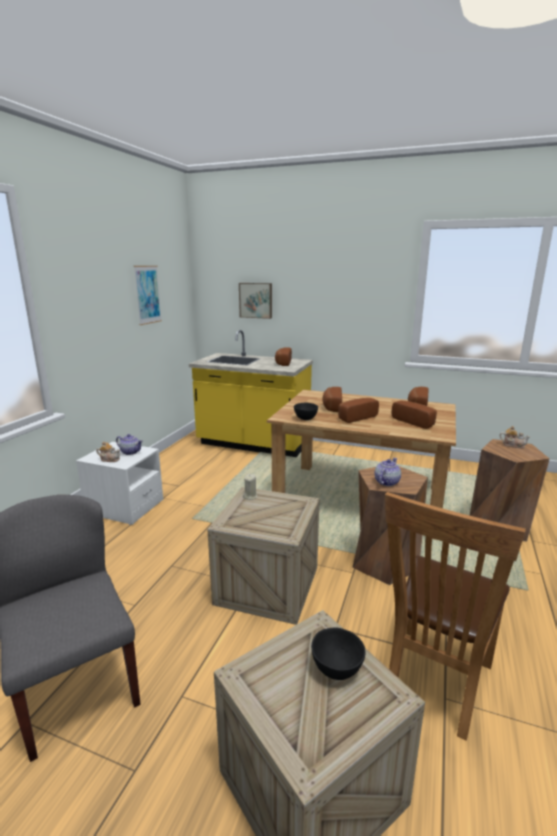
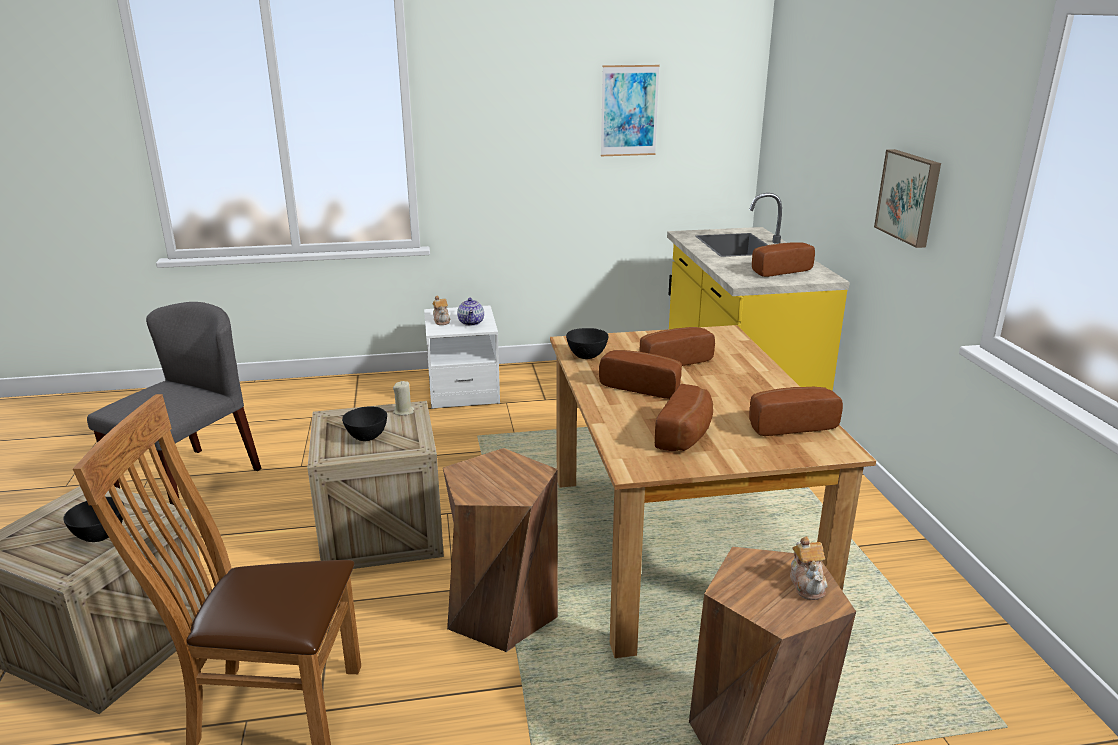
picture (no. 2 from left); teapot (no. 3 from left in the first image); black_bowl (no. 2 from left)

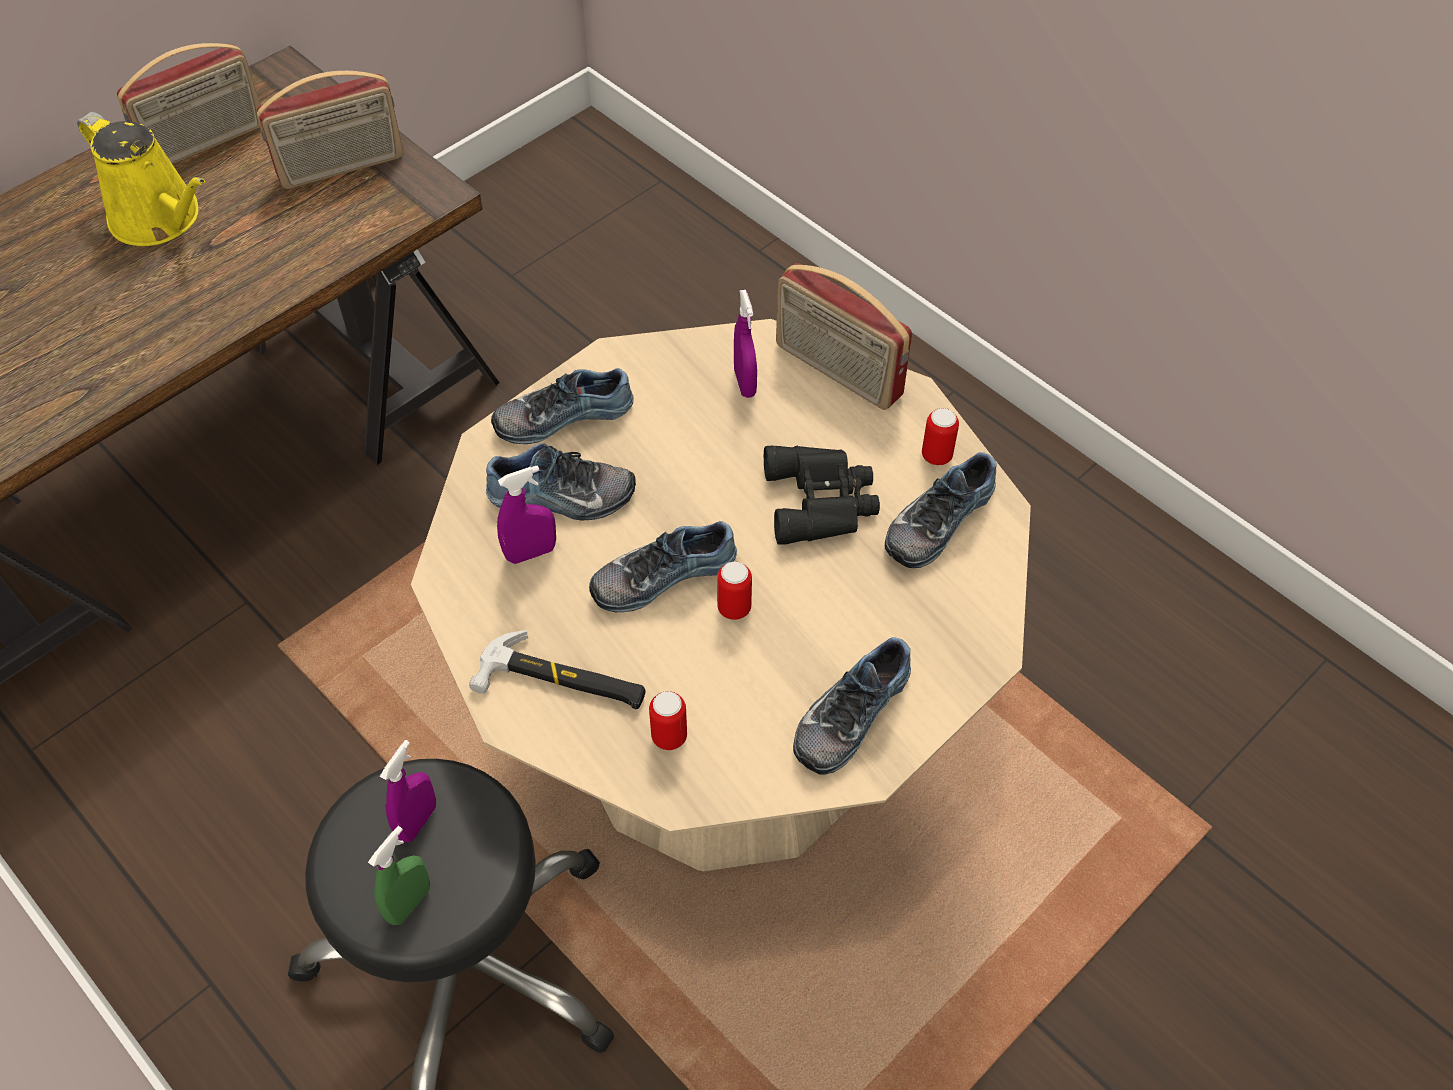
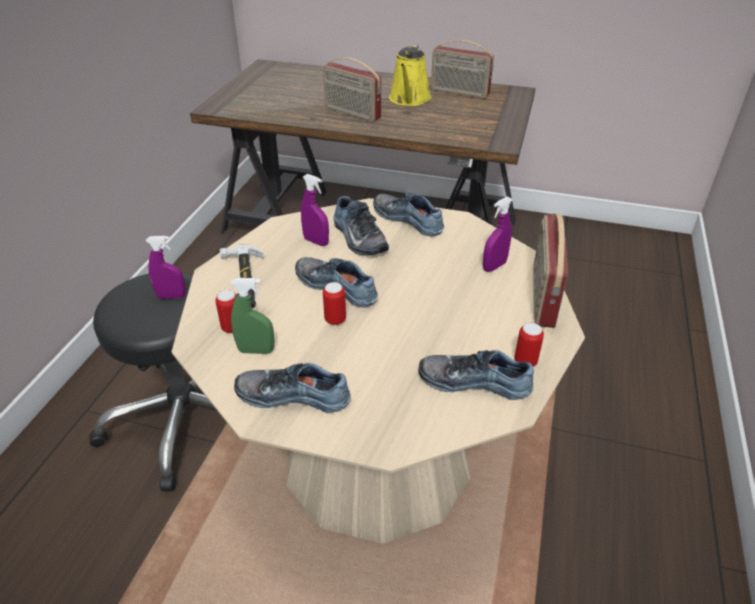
radio (no. 1 from left); green_spray_bottle; black_binoculars

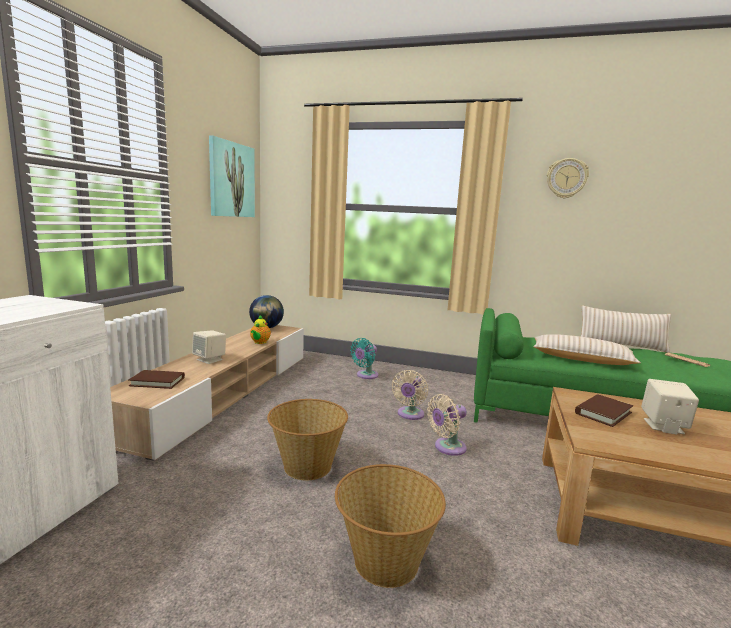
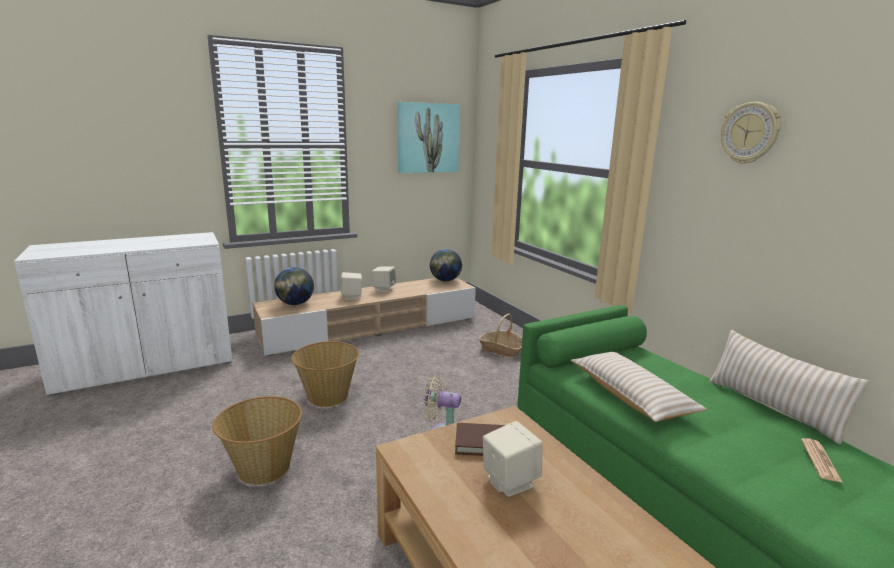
globe (no. 1 from left); teapot; basket (no. 3 from left); beige_fan (no. 1 from left in the first image); beige_speaker (no. 2 from left)

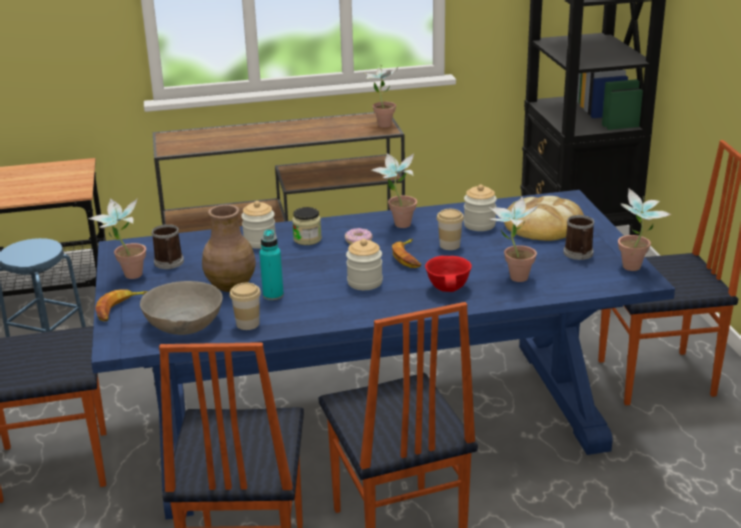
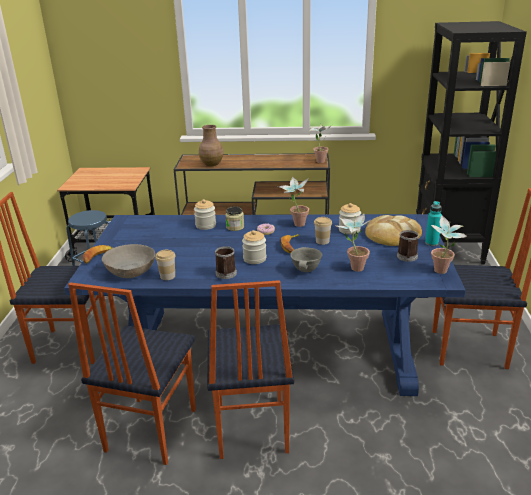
potted_plant (no. 1 from left in the first image); mug (no. 1 from left); brown_vase; turquoise_bottle; grey_bowl (no. 2 from left)

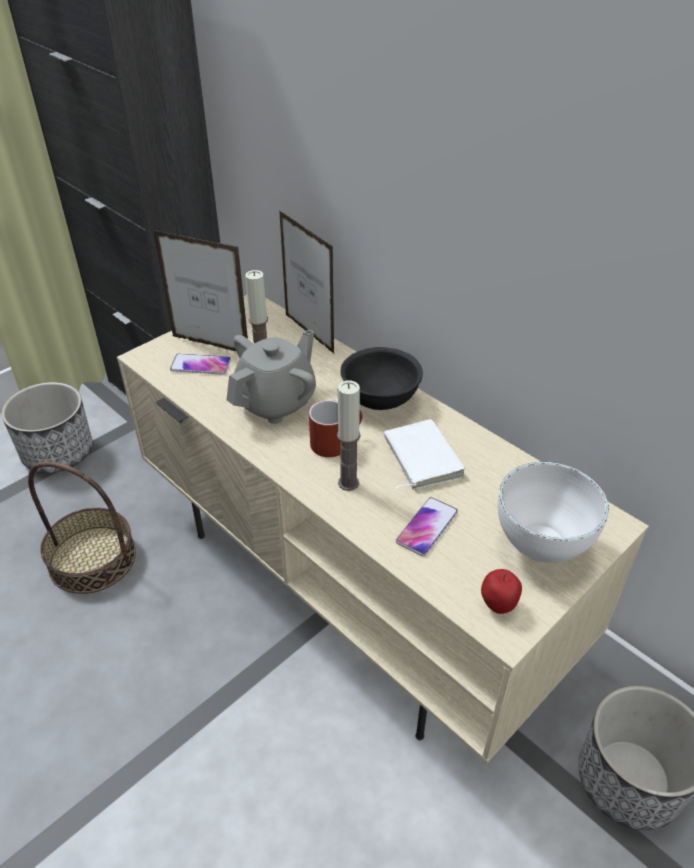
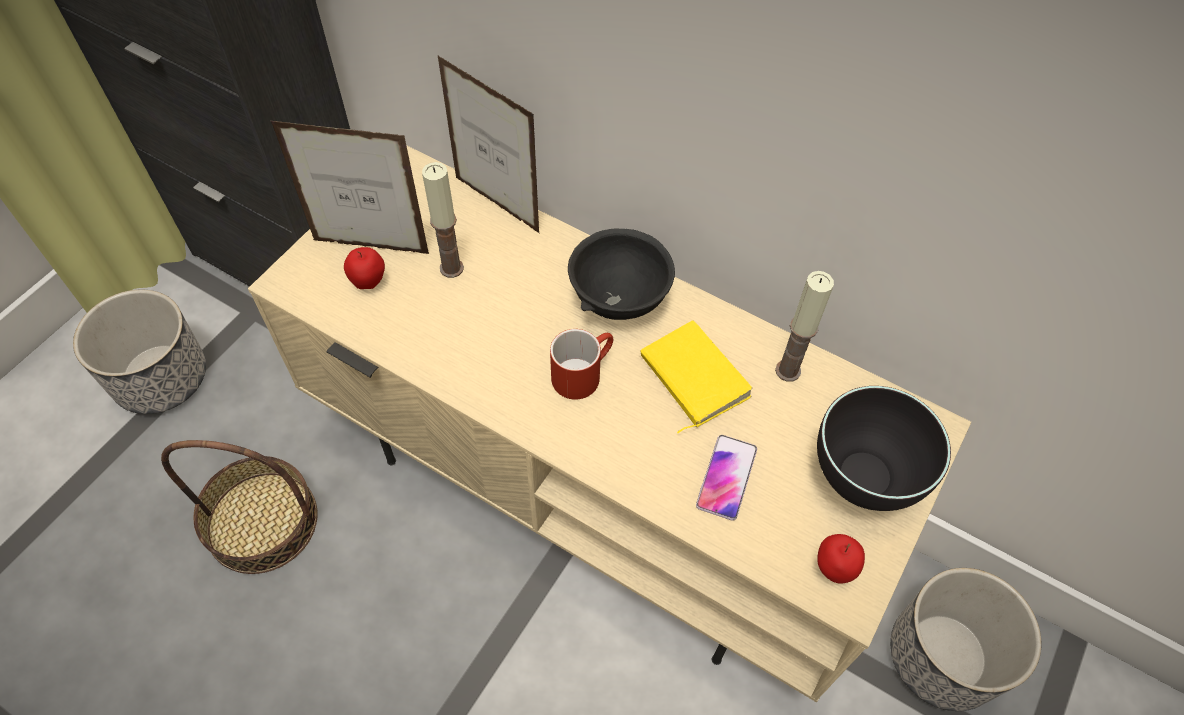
apple (no. 1 from left); grey_teapot; candle (no. 2 from left); yellow_book; black_bowl (no. 2 from left)

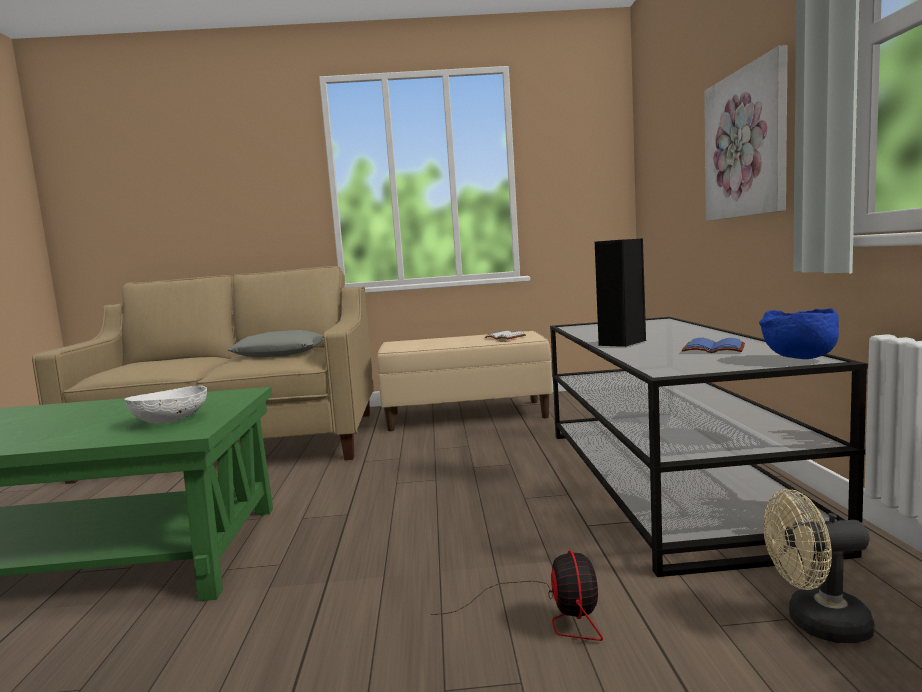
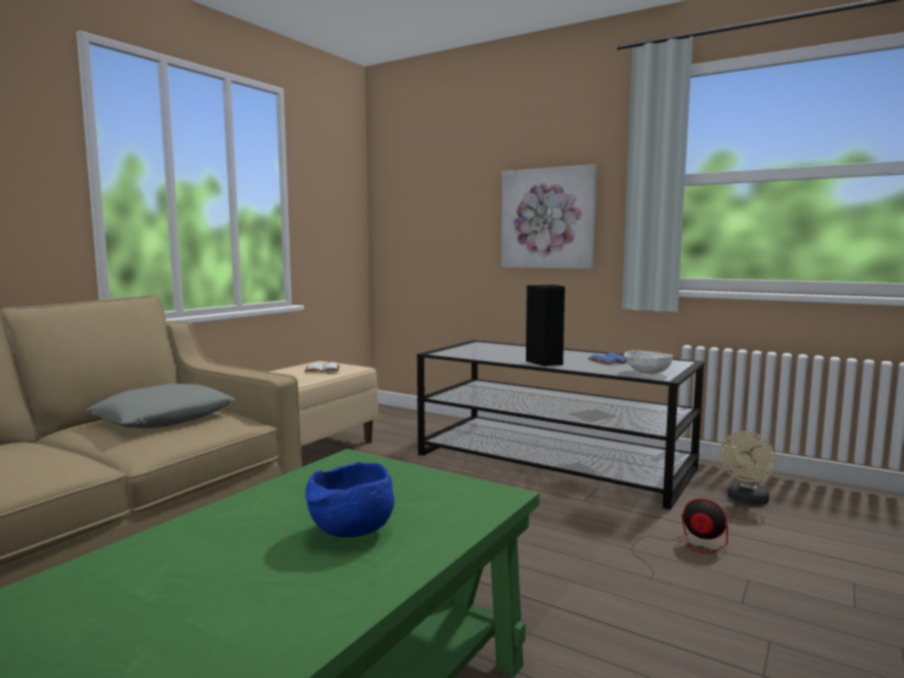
white_bowl; blue_bowl

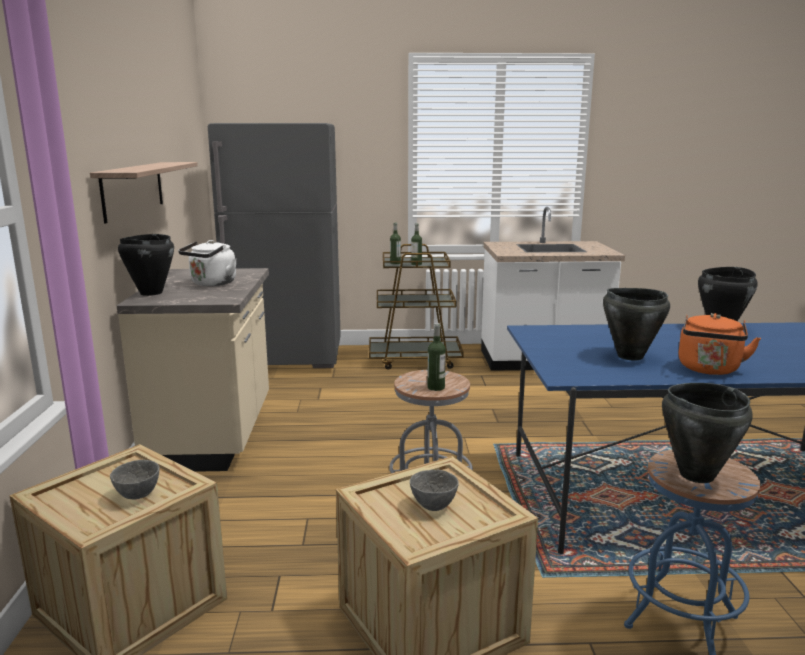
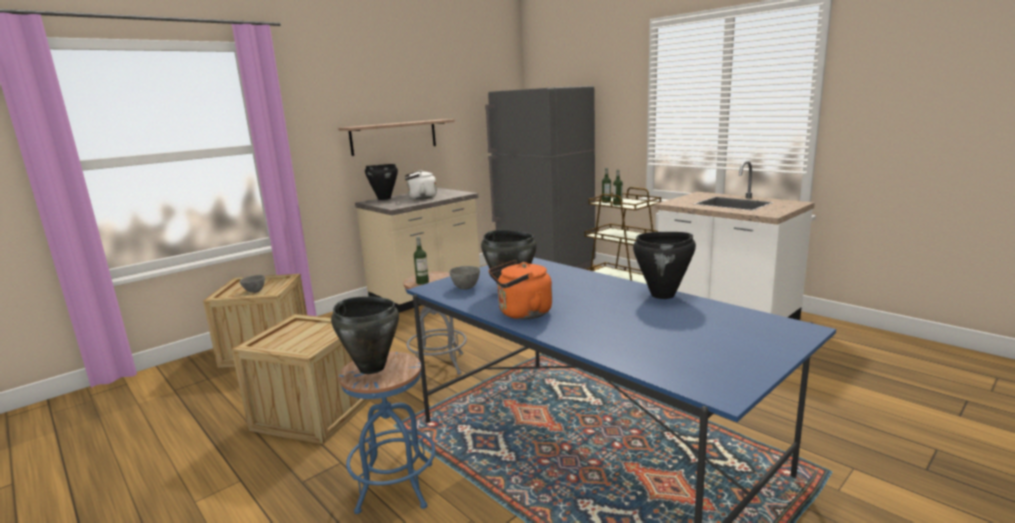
grey_bowl (no. 2 from left)

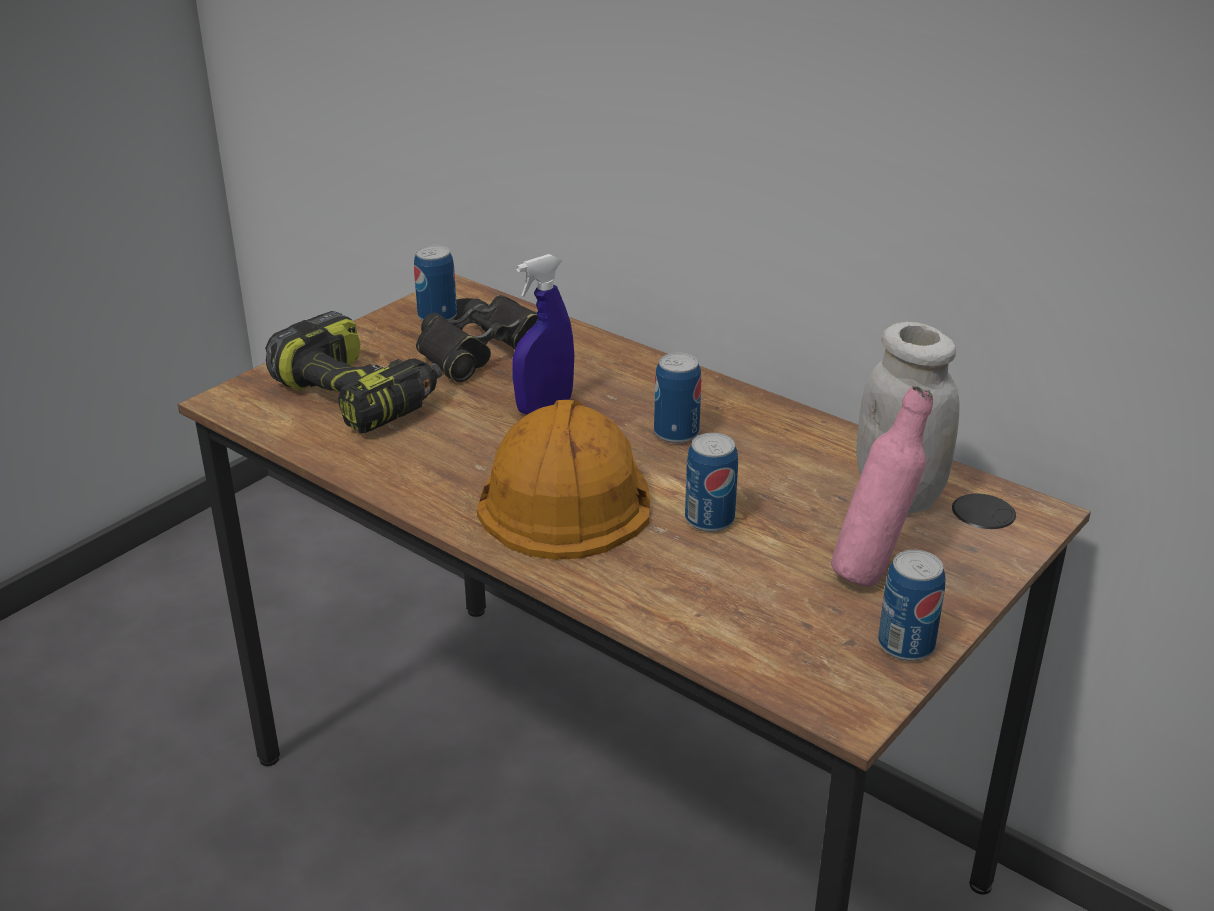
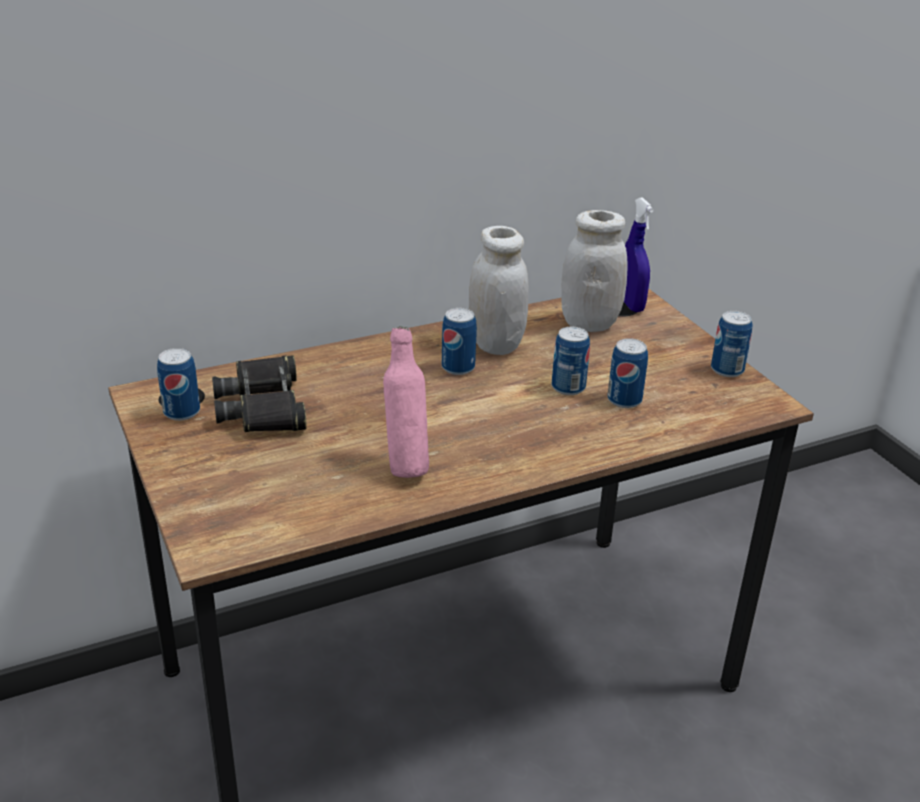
power_drill; orange_hard_hat; blue_spray_bottle; pink_bottle; white_jar (no. 1 from left); can (no. 4 from left)

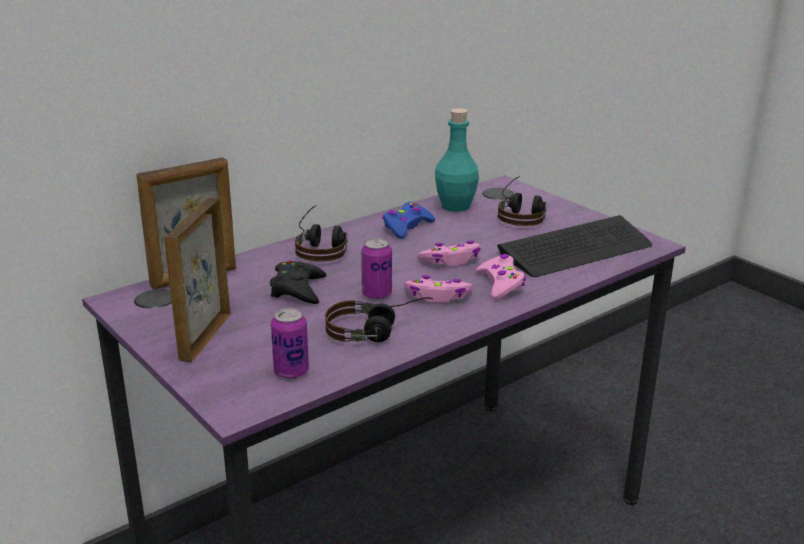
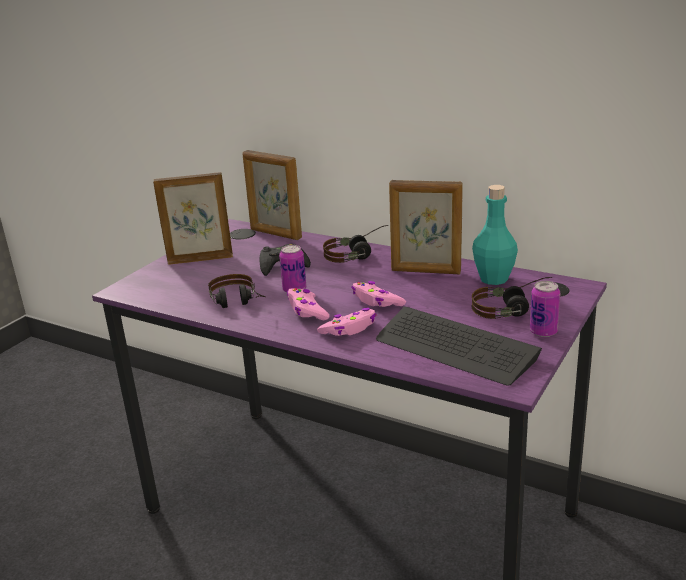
can (no. 2 from left); picture_frame (no. 3 from left)

